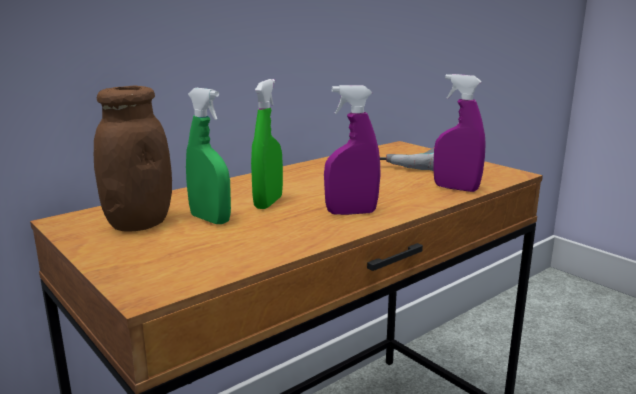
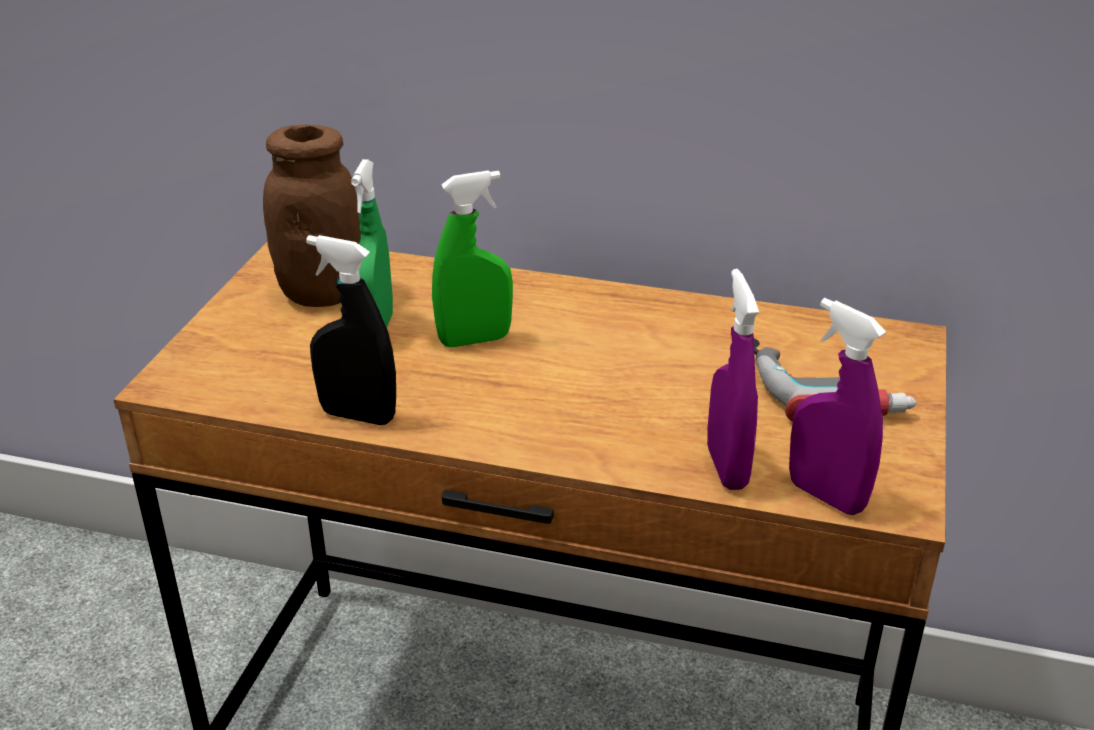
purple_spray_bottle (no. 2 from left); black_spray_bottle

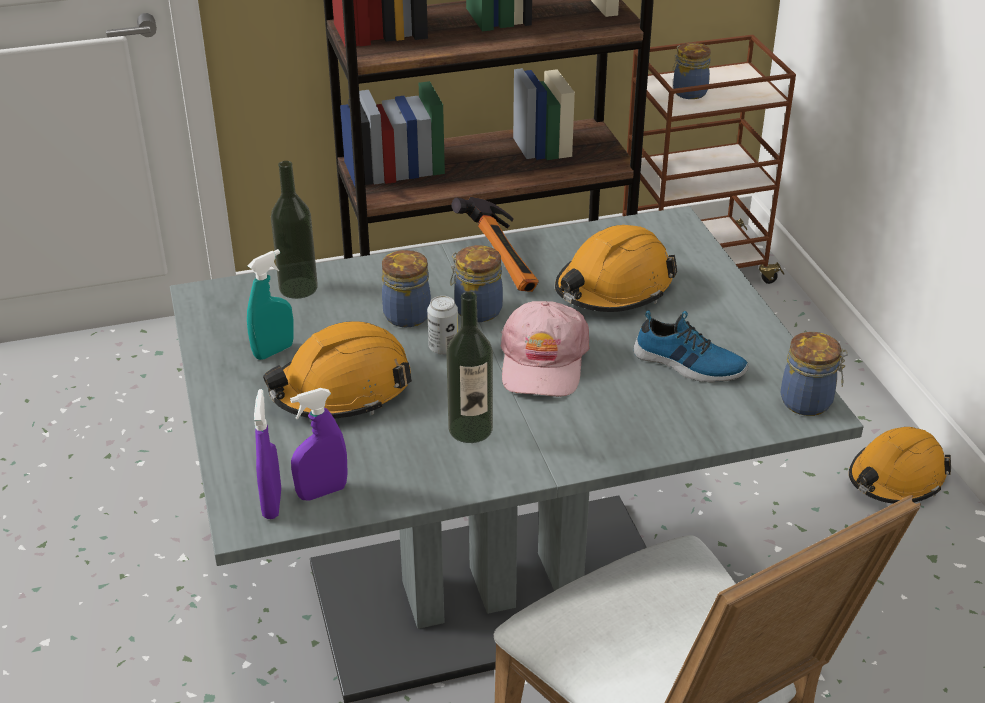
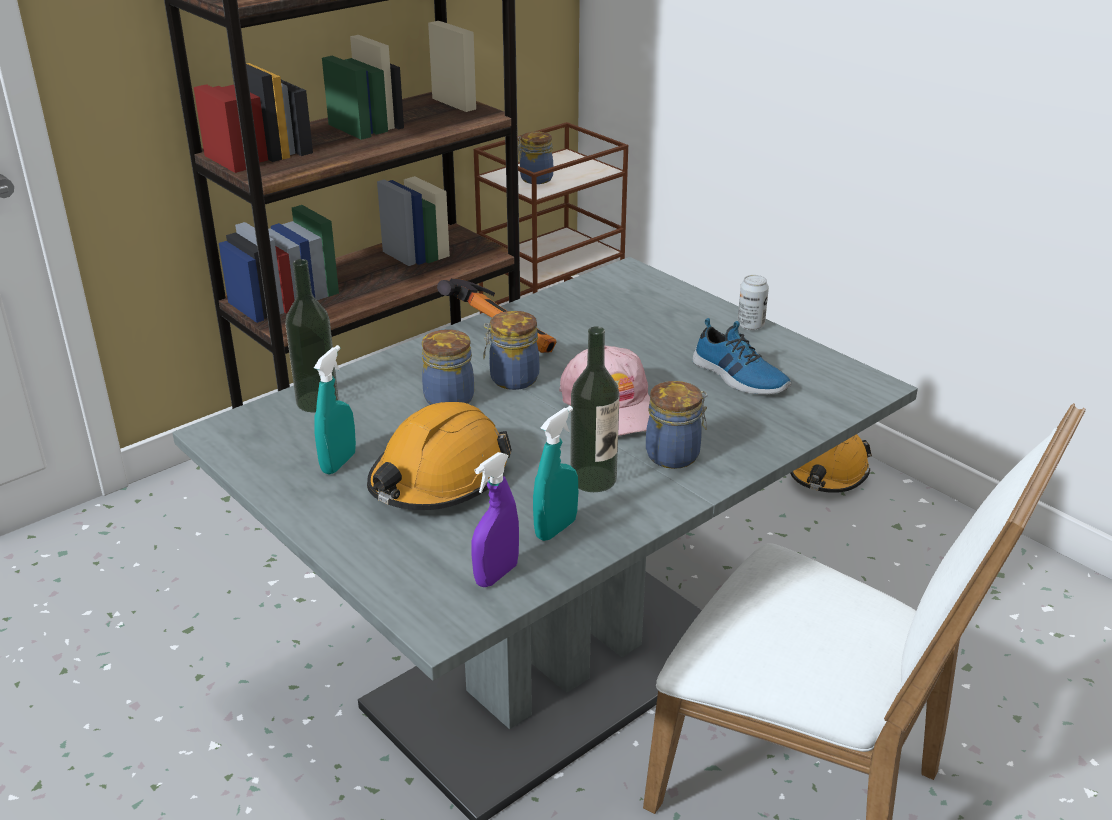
purple_spray_bottle (no. 1 from left in the first image); can; orange_hard_hat (no. 2 from left in the first image); shoe; jar (no. 4 from left); turquoise_spray_bottle (no. 2 from left)

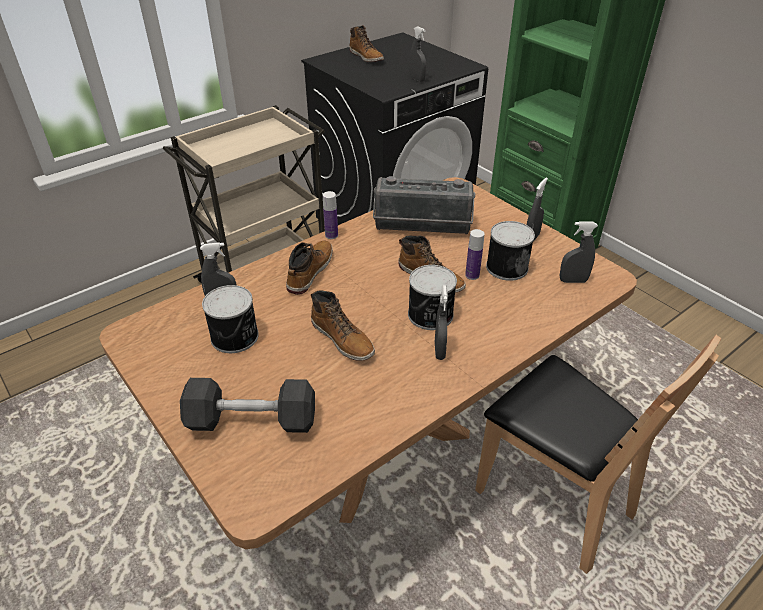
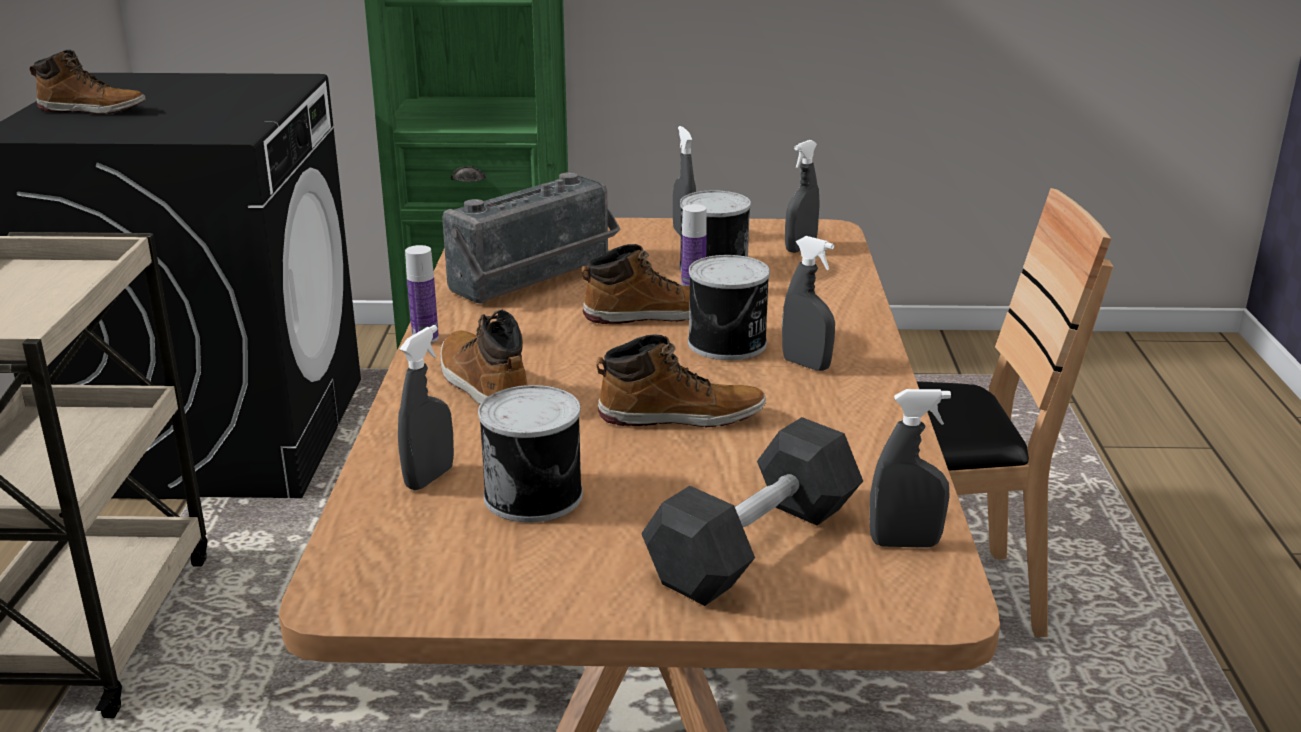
grey_spray_bottle (no. 5 from left)

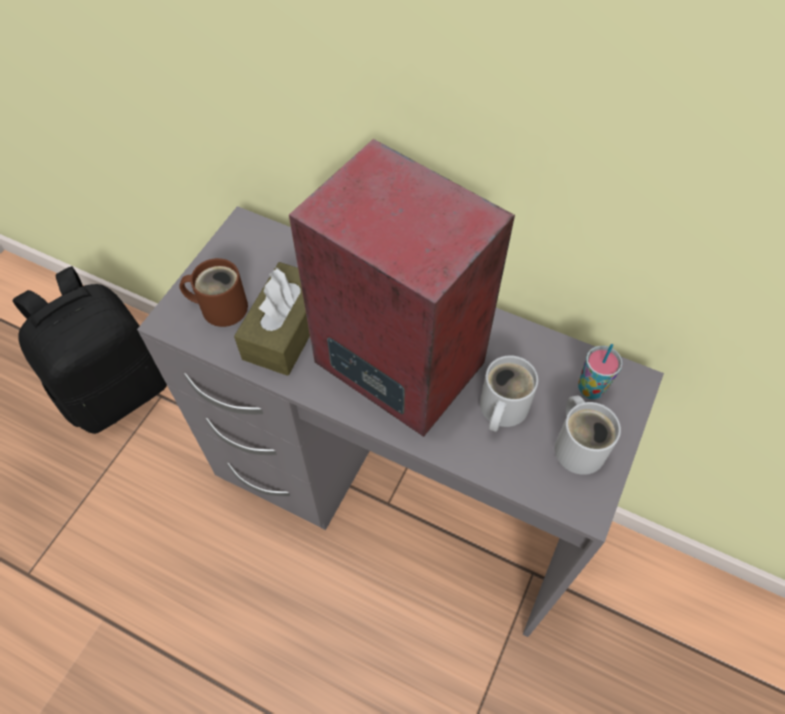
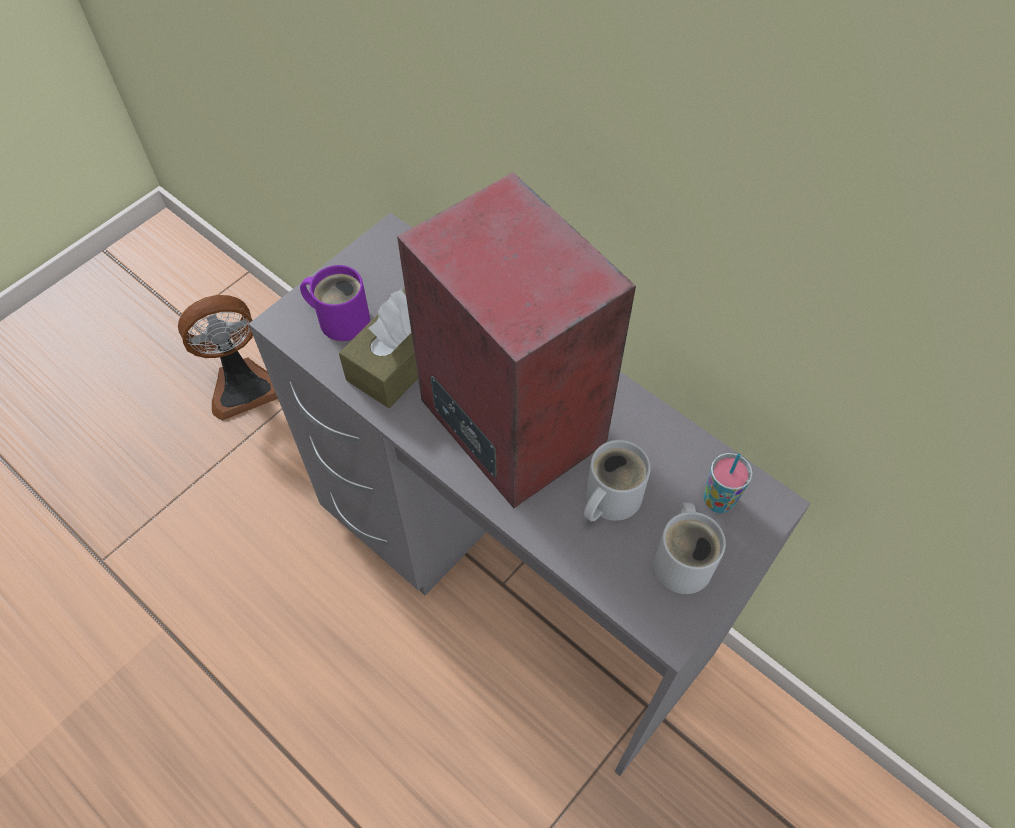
fan; purple_mug

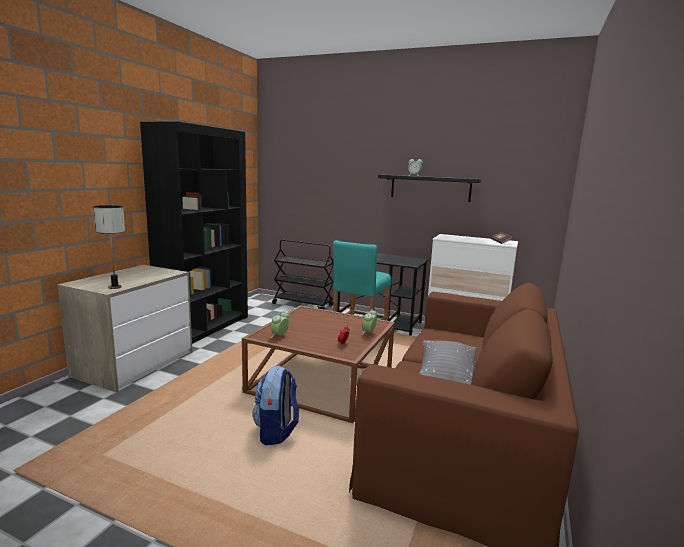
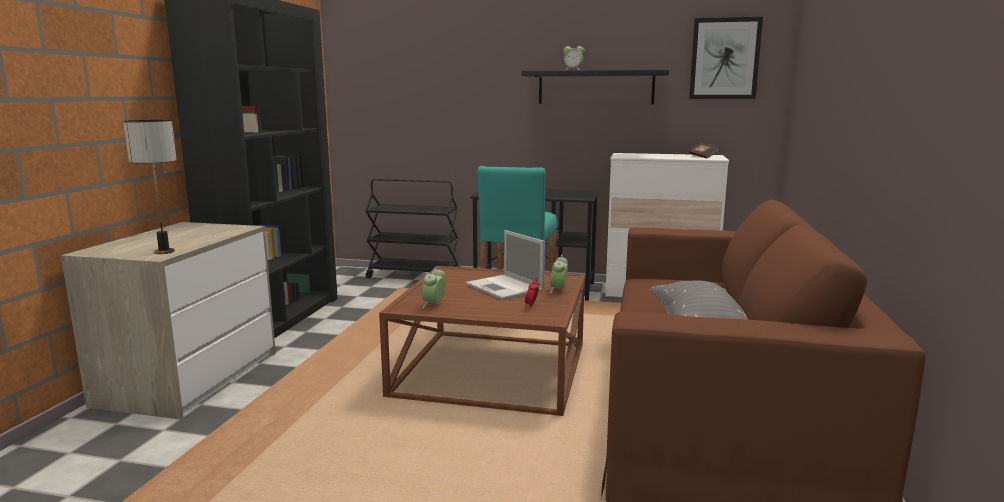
backpack; laptop; picture

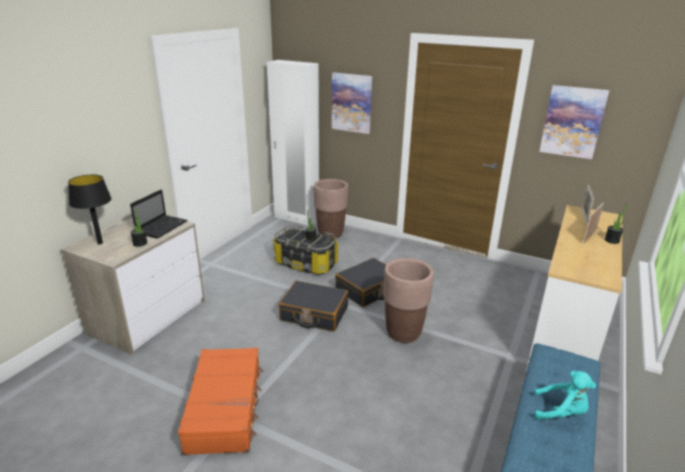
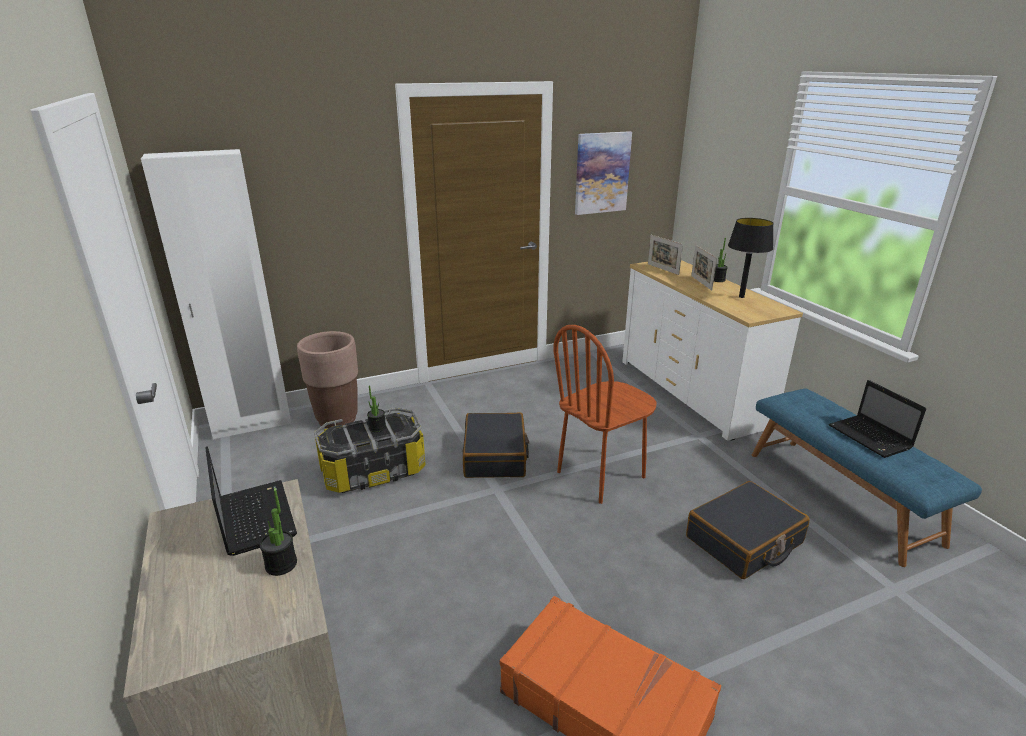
black_table_lamp; black_suitcase (no. 2 from left); picture (no. 1 from left in the first image); brown_chair; laptop (no. 2 from left)

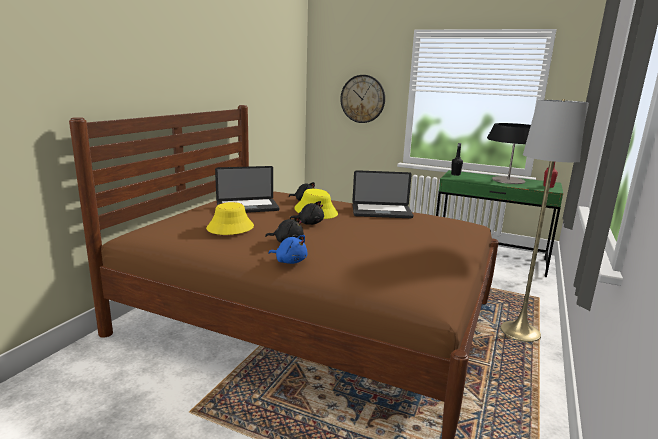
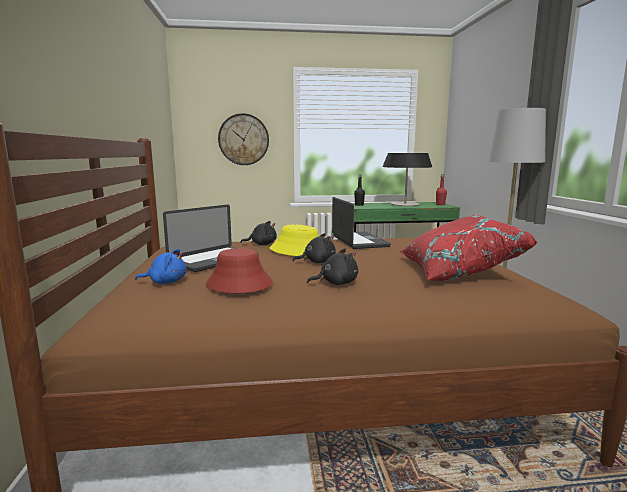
red_hat; blue_plush_toy; laptop (no. 2 from left); red_pillow

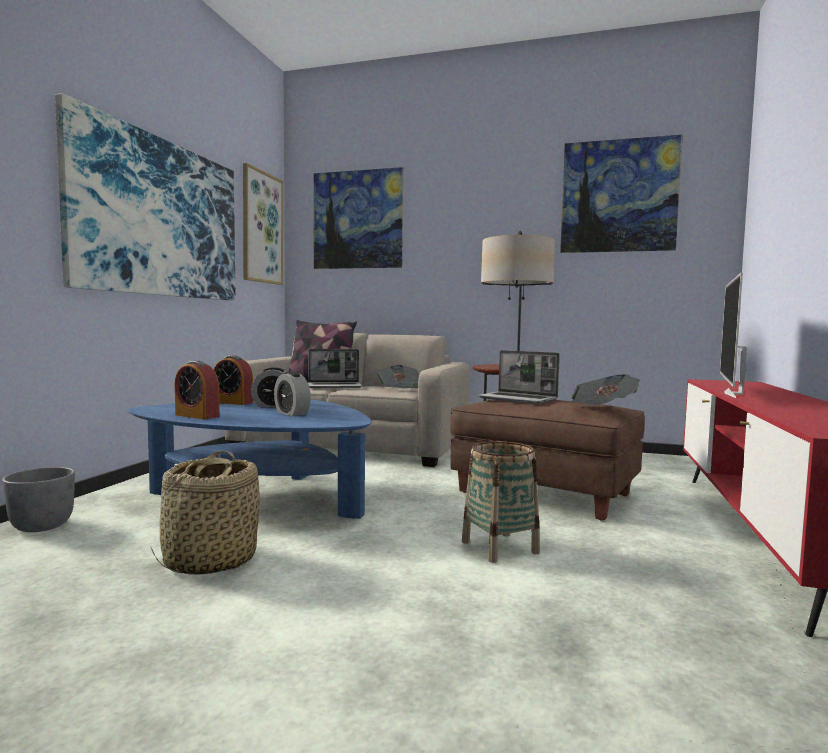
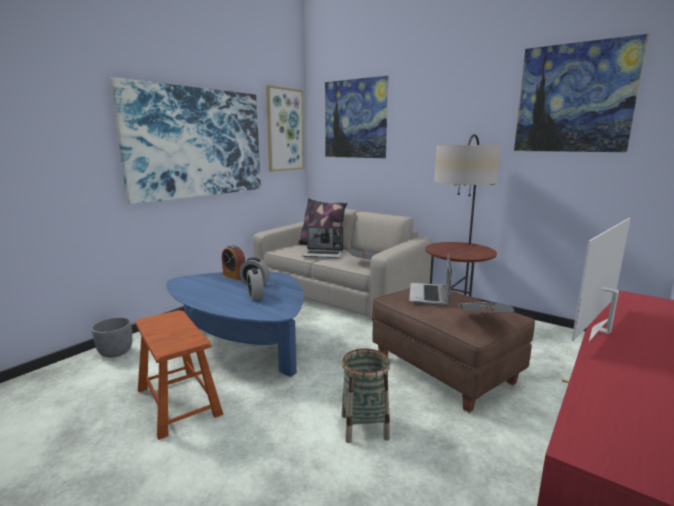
brown_stool; alarm_clock (no. 1 from left in the first image); laptop (no. 2 from left)

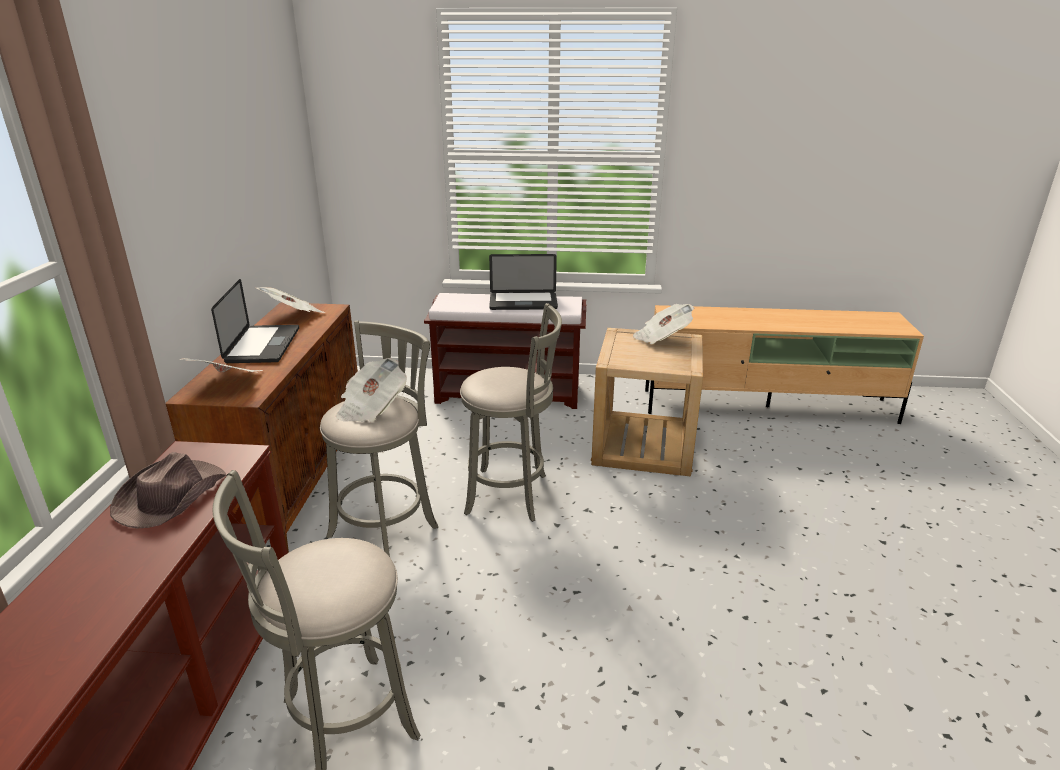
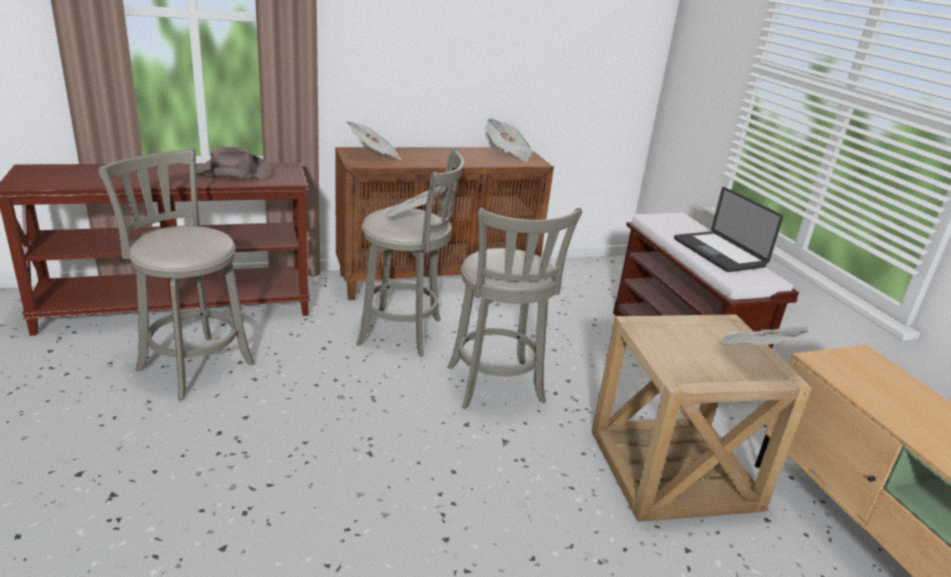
laptop (no. 1 from left in the first image)

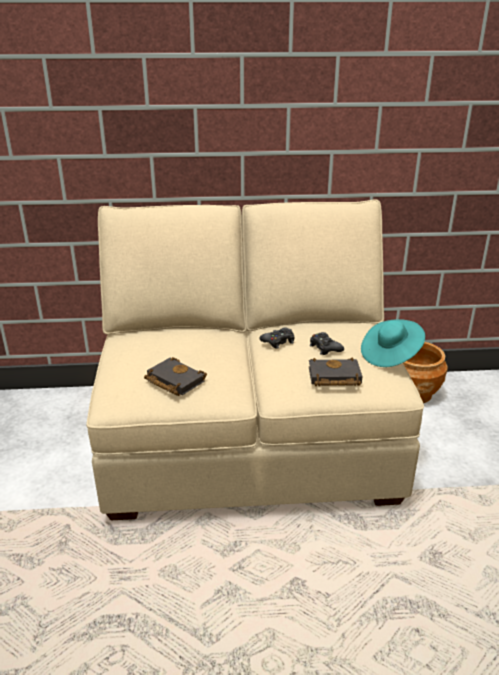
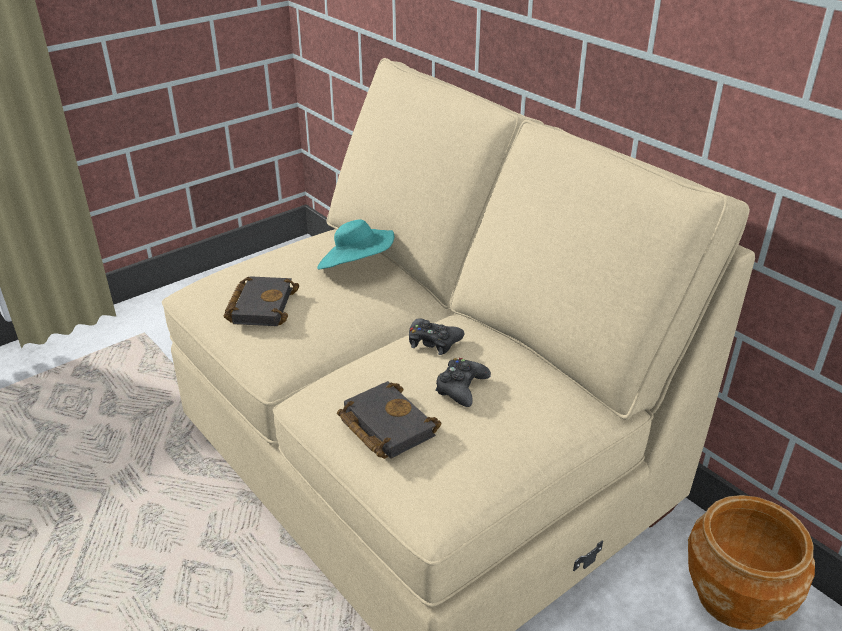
turquoise_hat

